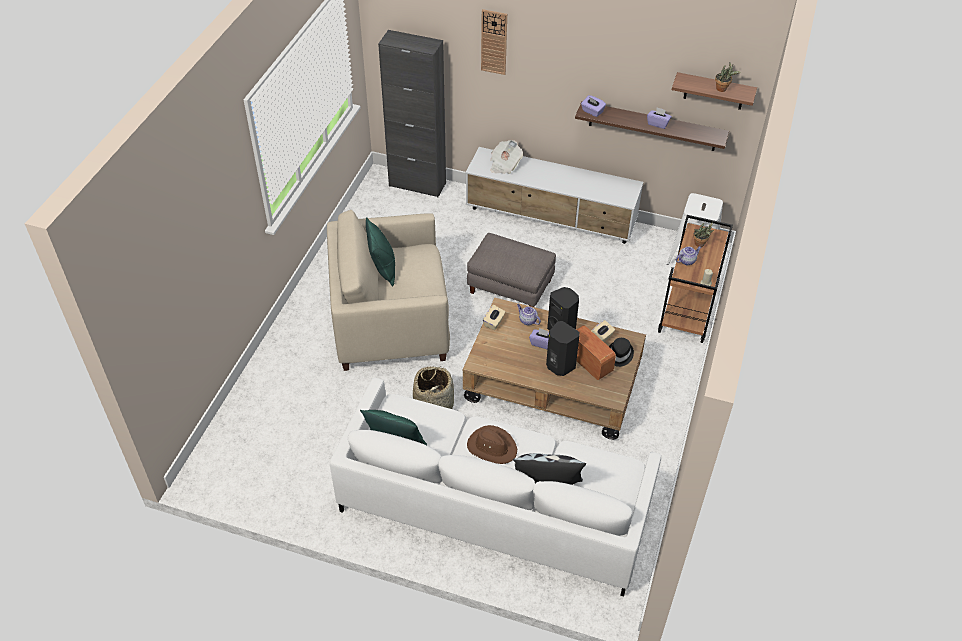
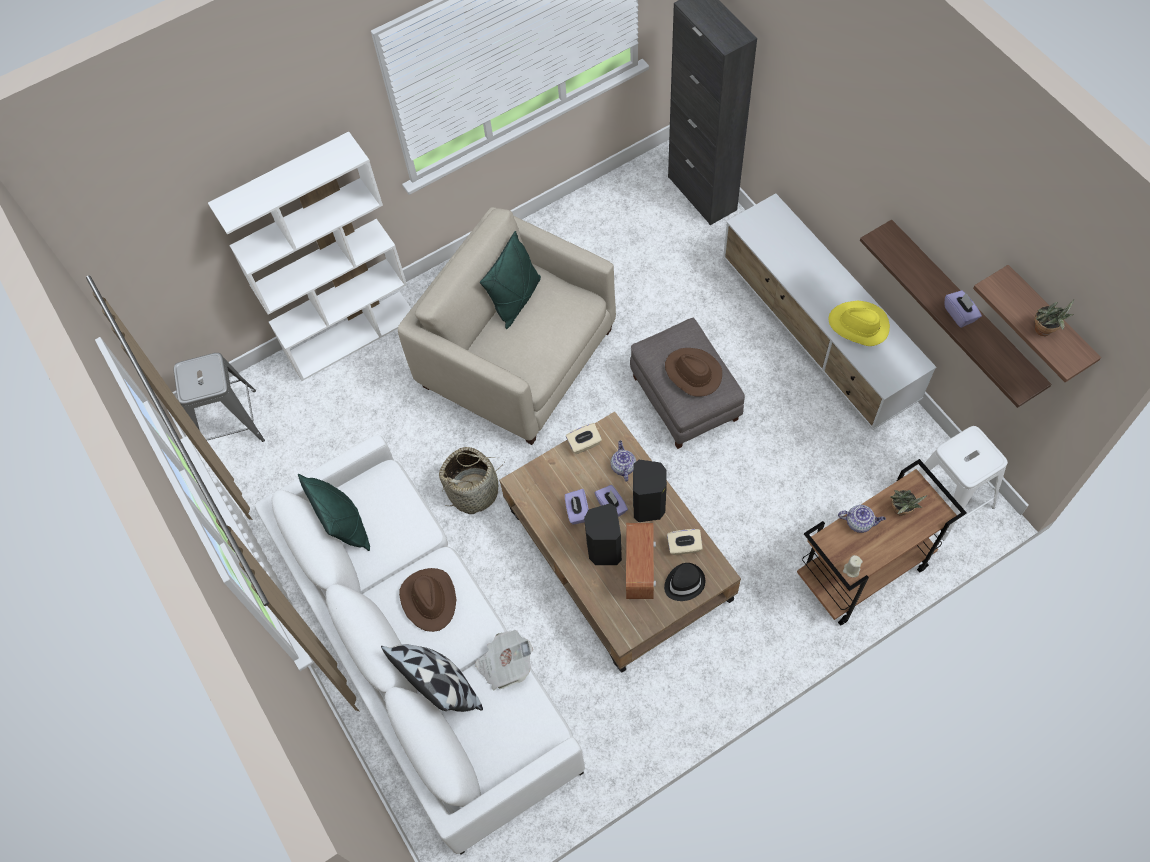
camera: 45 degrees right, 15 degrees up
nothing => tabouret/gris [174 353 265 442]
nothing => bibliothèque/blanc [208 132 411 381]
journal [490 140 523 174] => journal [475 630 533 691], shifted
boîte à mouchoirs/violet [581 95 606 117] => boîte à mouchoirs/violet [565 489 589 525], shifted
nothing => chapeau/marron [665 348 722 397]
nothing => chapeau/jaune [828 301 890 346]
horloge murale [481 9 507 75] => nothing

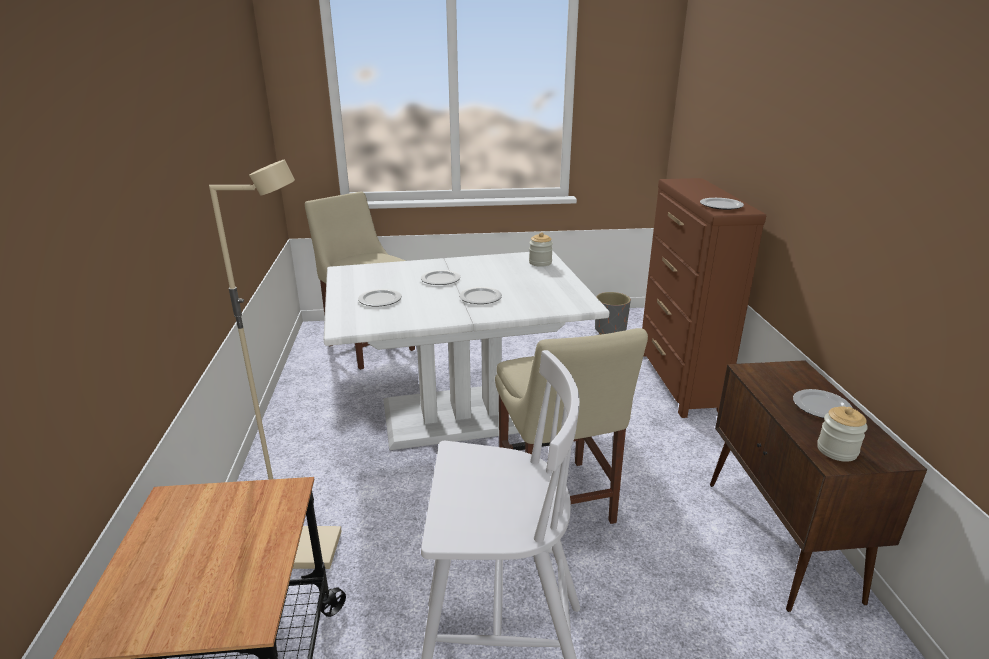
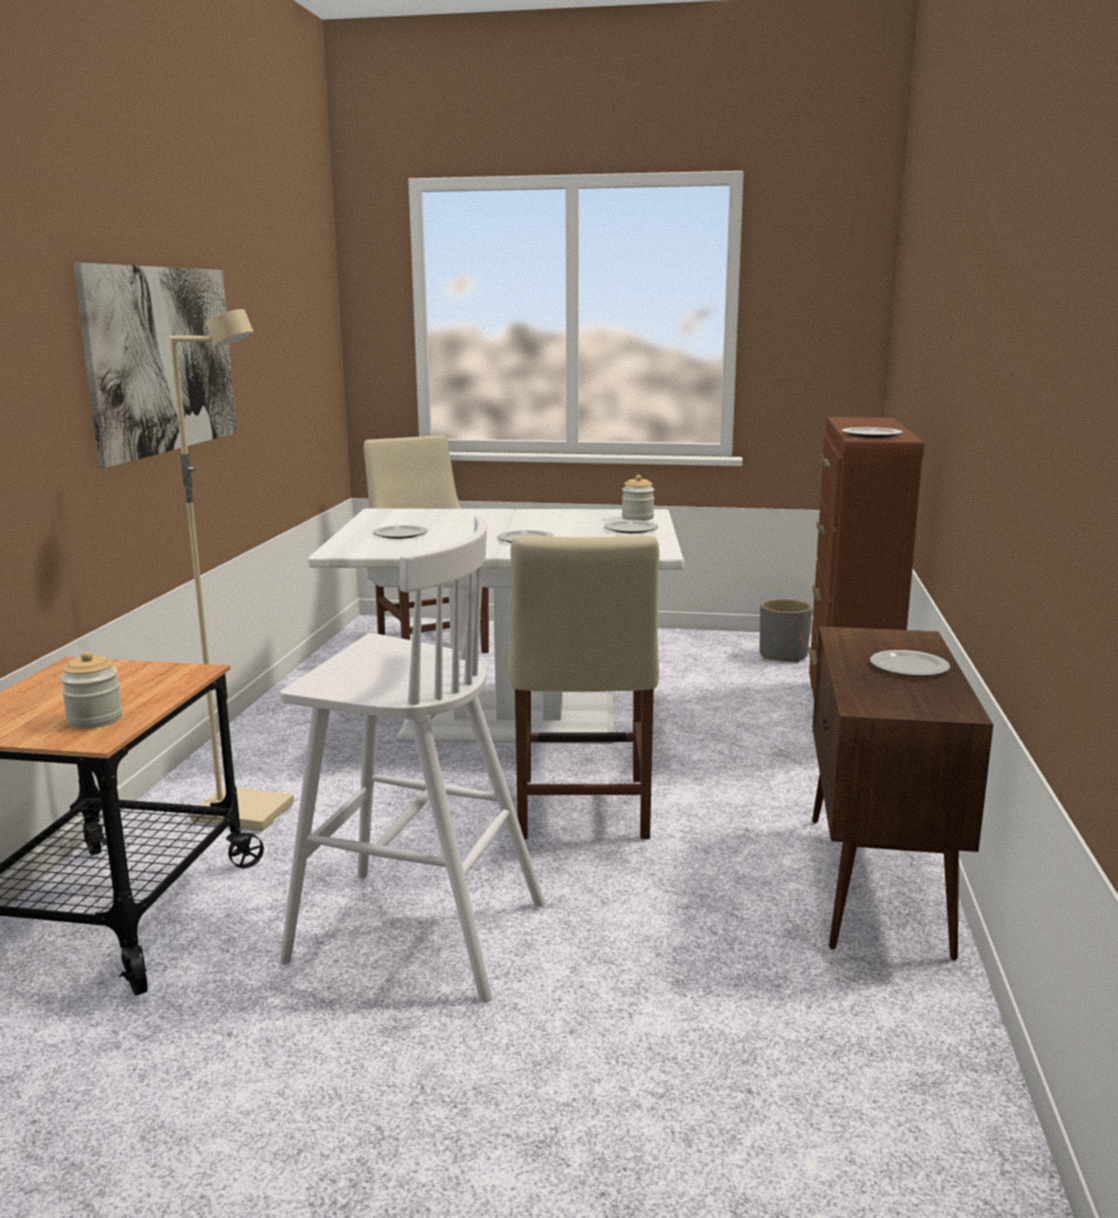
camera: 15 degrees right, 10 degrees down
bocal [817 406 868 462] => bocal [60 651 123 729], shifted
nothing => tableau [73 263 237 468]
assiette [421 270 461 285] => assiette [604 520 658 533], shifted

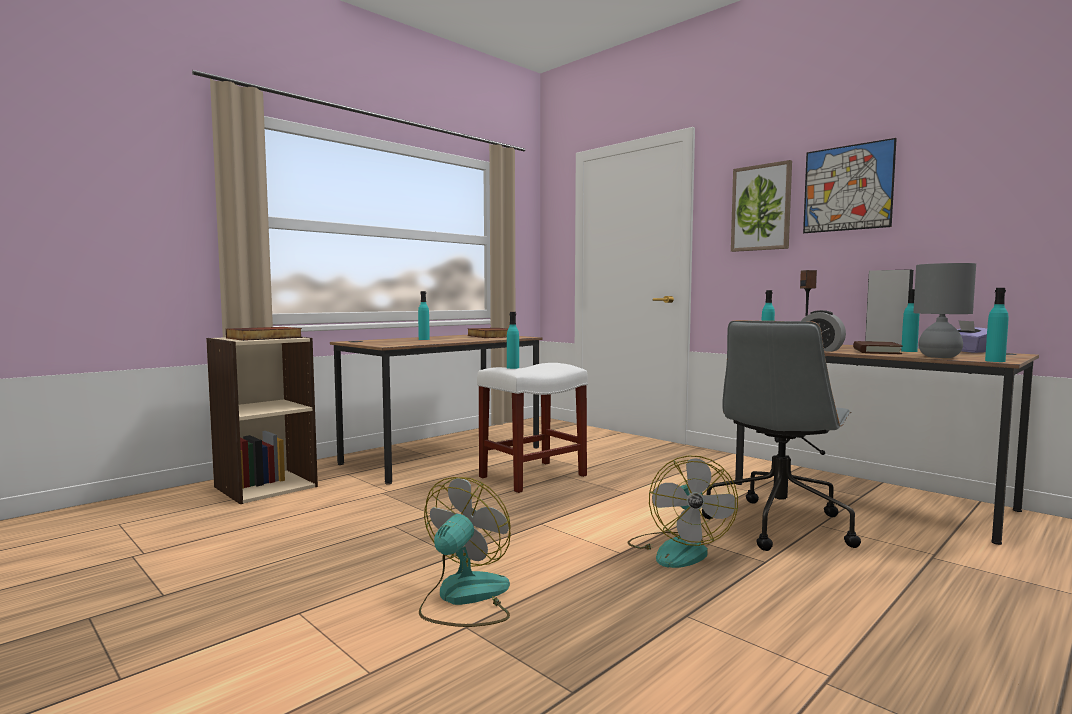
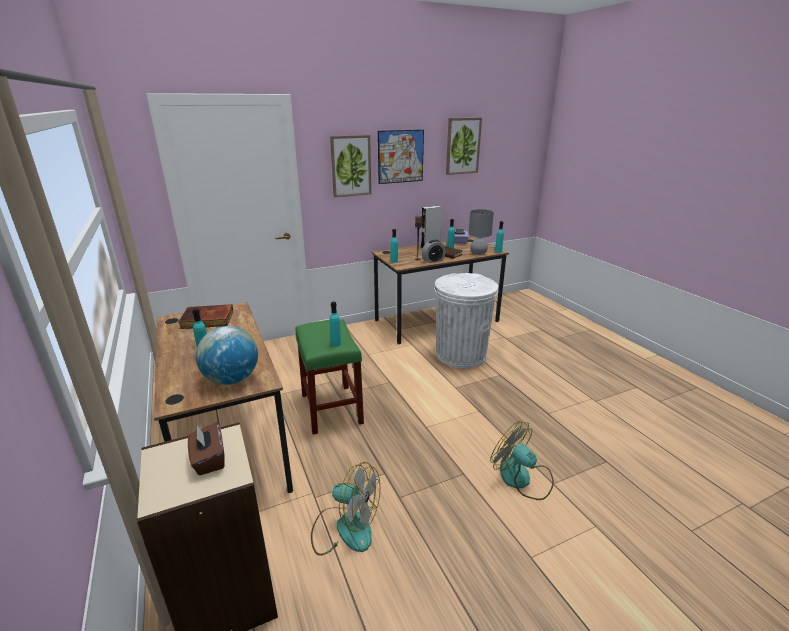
camera: 70 degrees left, 20 degrees up
livre [226 327 302 341] => boîte à mouchoirs/marron [188 422 225 475]
nothing => globe [196 326 258 385]
tabouret/blanc [477 363 588 493] => tabouret/vert [295 320 364 434]
ventilateur [628 455 738 568] => ventilateur [311 462 380 556], shifted
chaise de bureau/gris [702 320 861 551] => poubelle/blanc [434 273 498 369]
nothing => tableau [446 118 482 175]

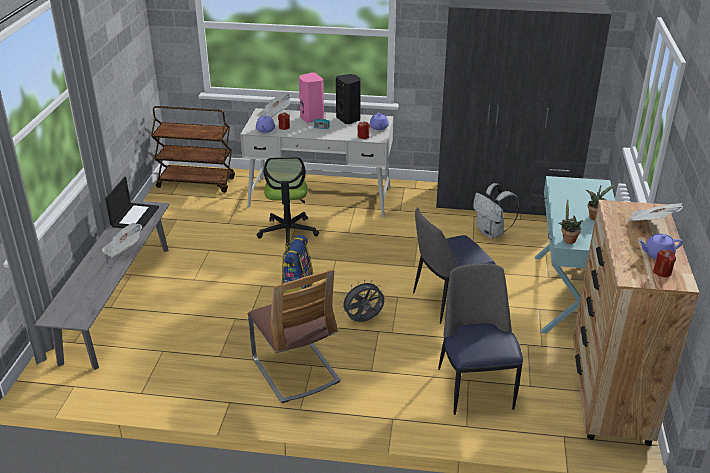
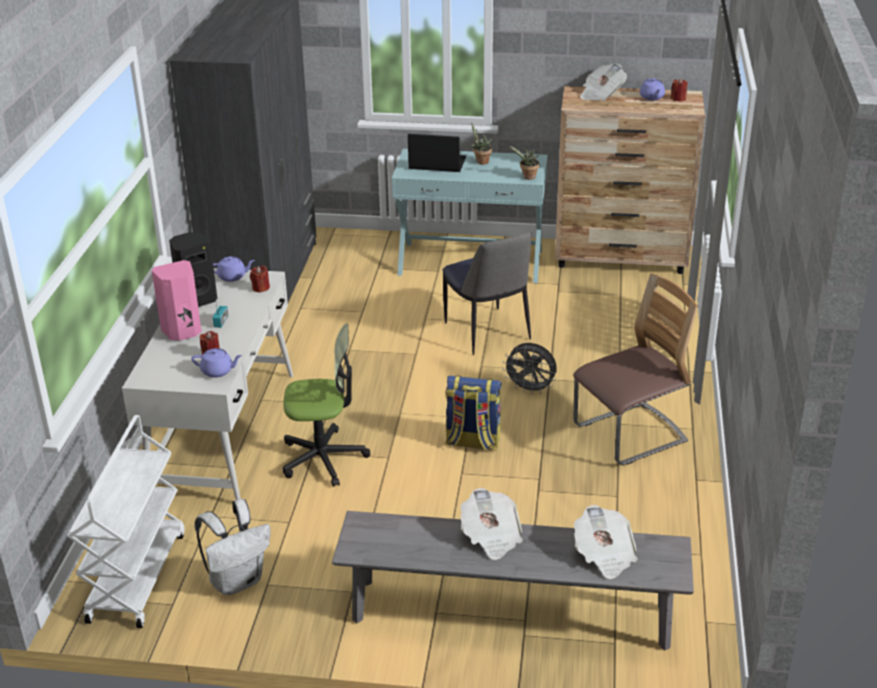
camera: 90 degrees left, 0 degrees up
chariot/marron [151 106 235 193] => chariot/blanc [67 415 184 628]
sac à dos/blanc [473 183 519 239] => sac à dos/blanc [195 499 271 595], shifted
ordinateur portable [105 177 159 230] => ordinateur portable [408 134 466 172], shifted
ventilateur/gris [340 280 384 322] => ventilateur/gris [502 343 557 395], 45 degrees counterclockwise
journal [257 93 292 118] => journal [574 505 638 579], shifted
chaise [438 263 523 415] => nothing

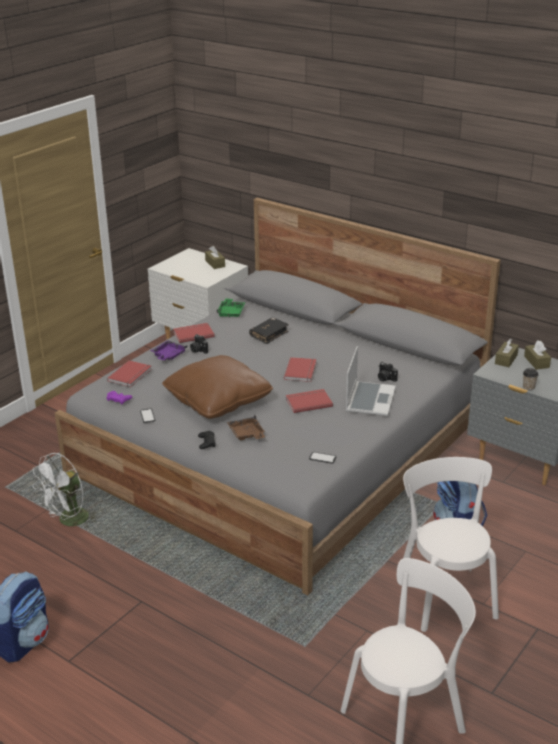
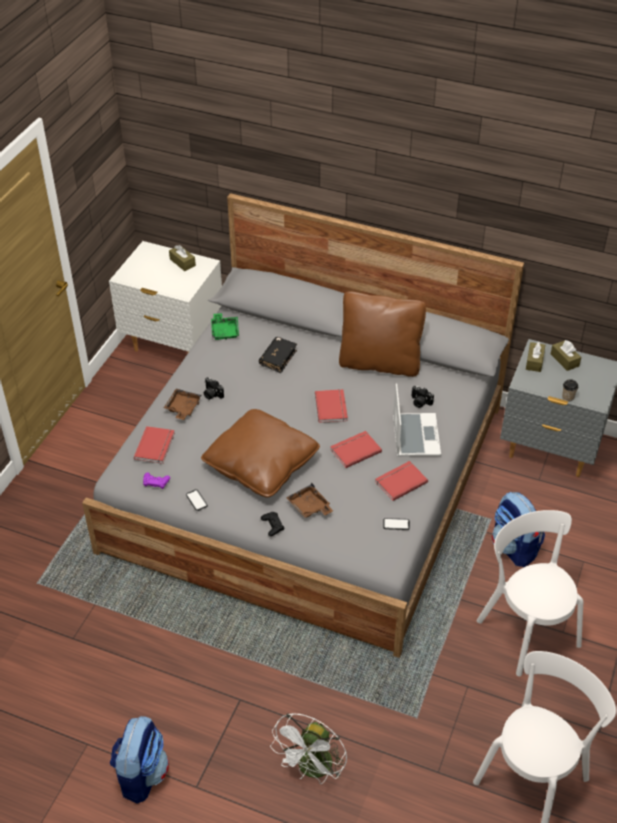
camera: 15 degrees left, 15 degrees up
plateau/violet [150 340 187 360] => plateau/marron [164 389 202 420]
ventilateur/blanc [32 453 98 528] => ventilateur/blanc [270 713 347 784], shifted
nothing => coussin/marron [339 291 426 377]
livre/rouge [173 323 215 343] => livre/rouge [375 461 428 501], shifted

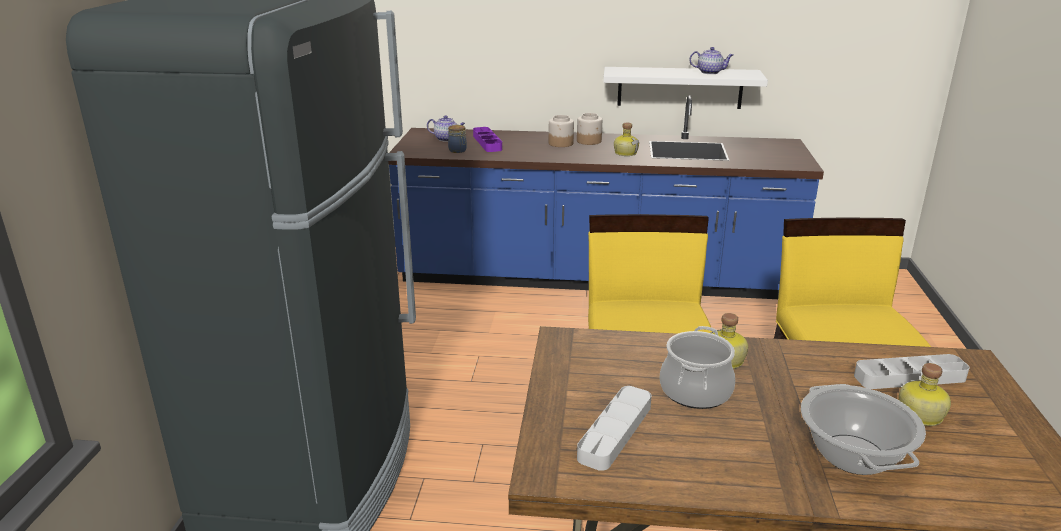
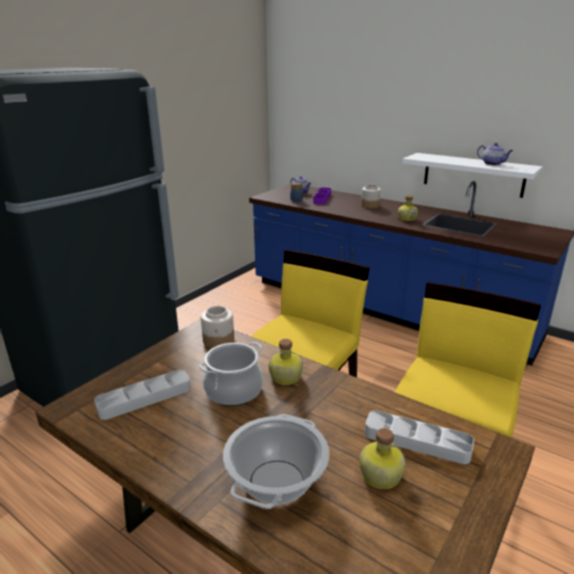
camera: 30 degrees right, 0 degrees up
bocal [577 113 602 145] => bocal [201 306 234 348], shifted

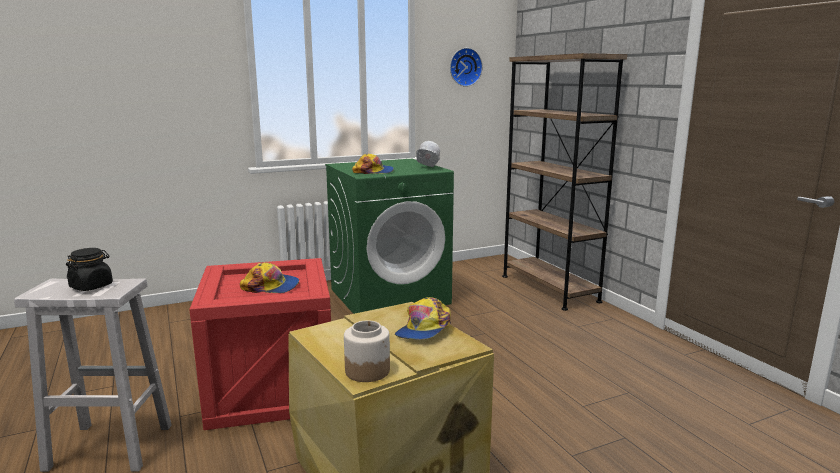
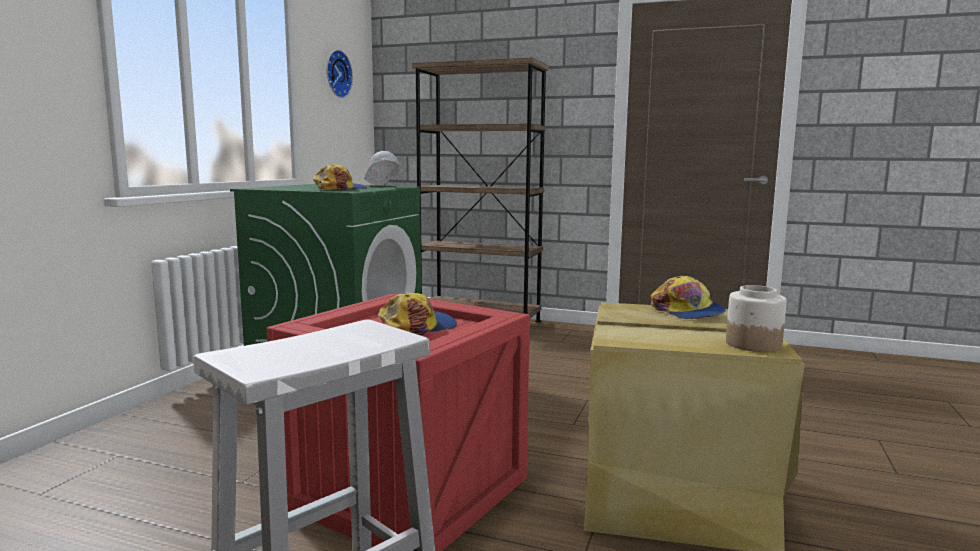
camera: 45 degrees left, 5 degrees down
bocal/noir [66 248 113 291] => nothing

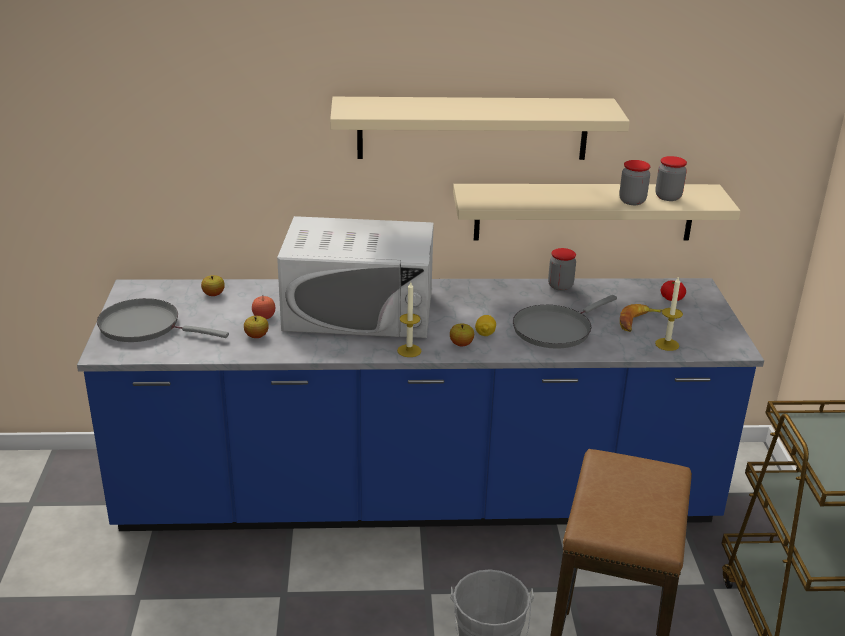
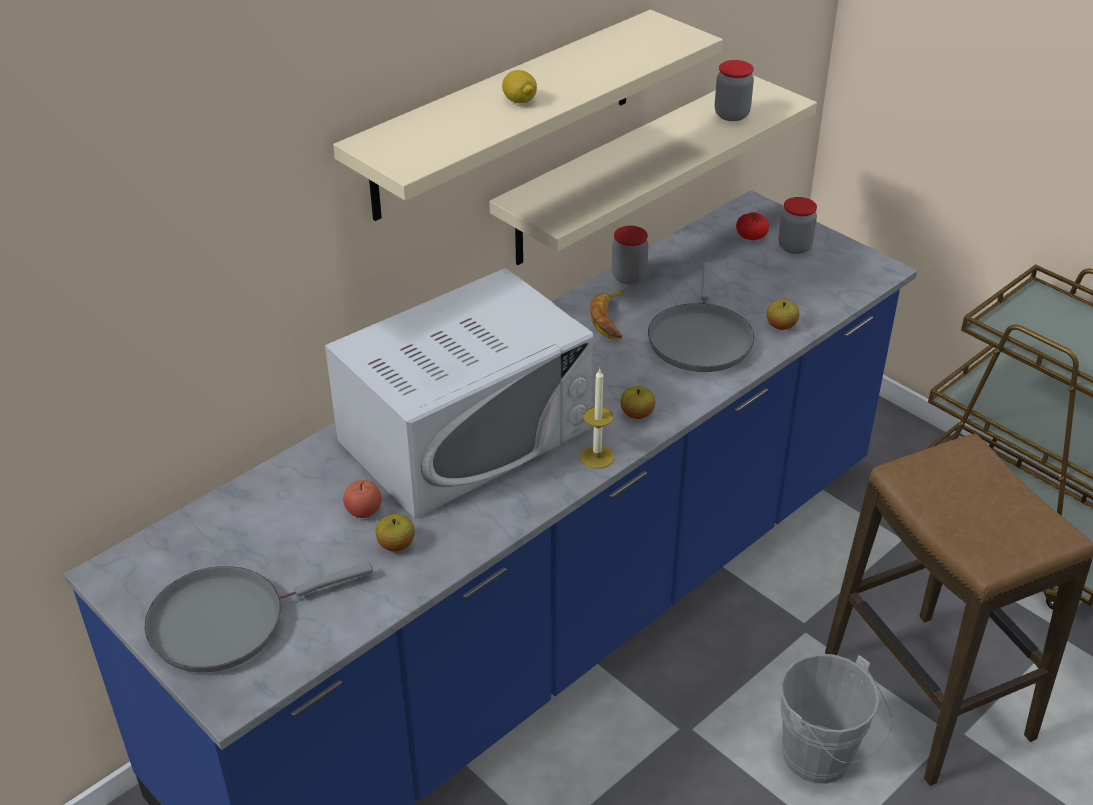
camera: 40 degrees left, 10 degrees up
citron [475 315 496 336] => citron [502 70 537 103], shifted
banane [620 304 663 332] => banane [590 289 626 339], shifted
pomme [201 275 225 296] => pomme [767 300 799 330], shifted
bocal [619 160 650 205] => bocal [779 197 817 254], shifted
bougie [655 276 683 351] => nothing

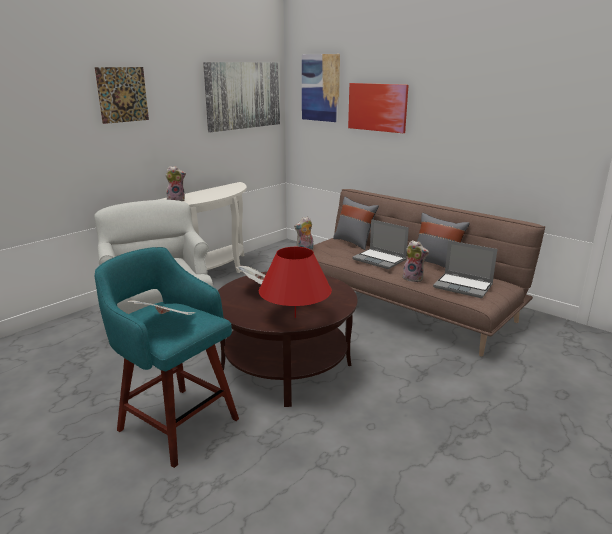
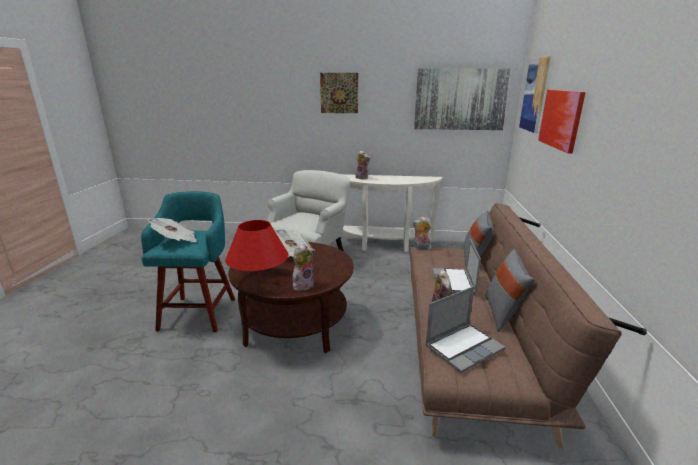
camera: 55 degrees right, 0 degrees up
nothing => peluche [292 244 315 291]
ordinateur portable [433 240 498 298] => ordinateur portable [425 286 505 373], 120 degrees counterclockwise

